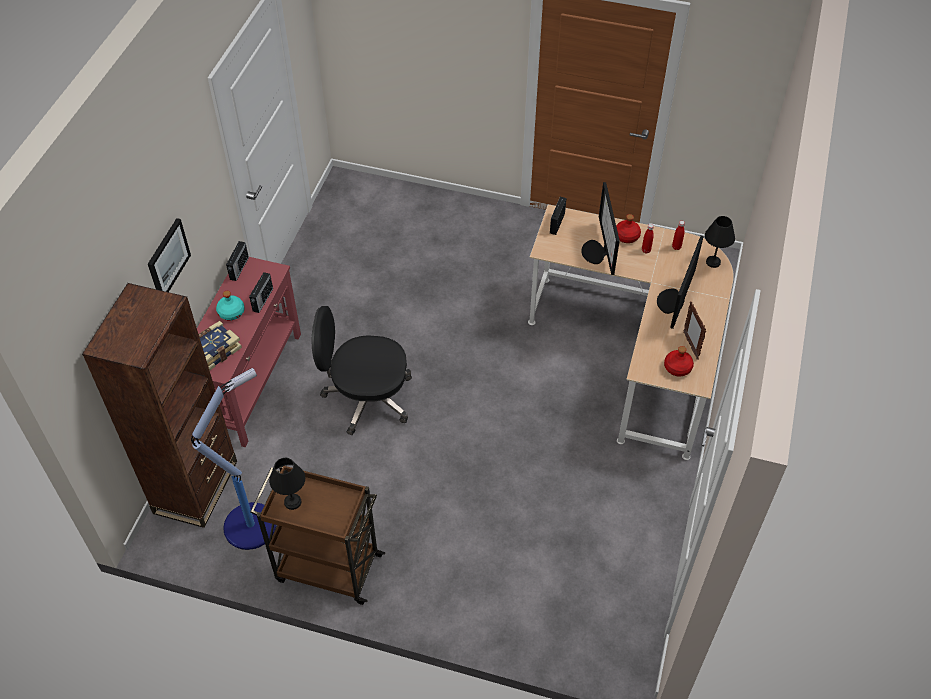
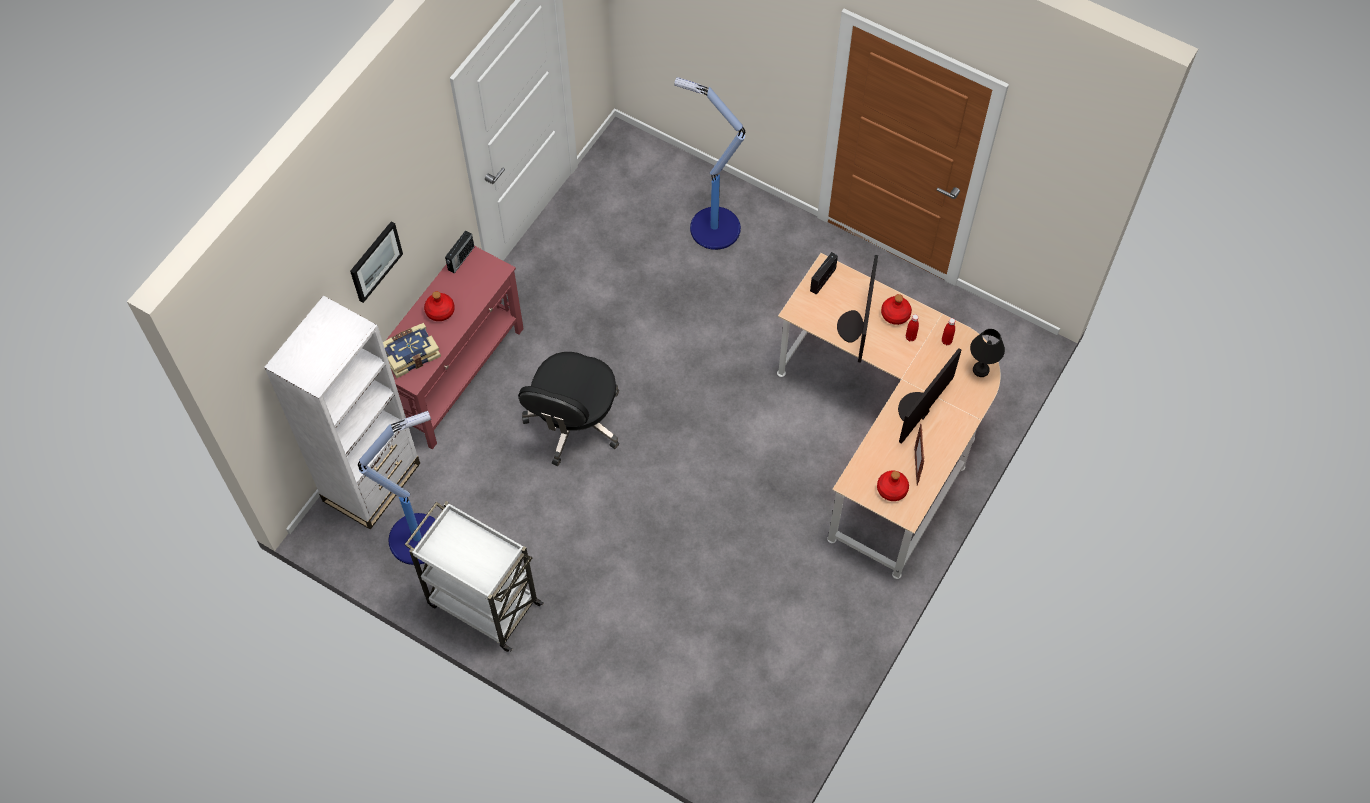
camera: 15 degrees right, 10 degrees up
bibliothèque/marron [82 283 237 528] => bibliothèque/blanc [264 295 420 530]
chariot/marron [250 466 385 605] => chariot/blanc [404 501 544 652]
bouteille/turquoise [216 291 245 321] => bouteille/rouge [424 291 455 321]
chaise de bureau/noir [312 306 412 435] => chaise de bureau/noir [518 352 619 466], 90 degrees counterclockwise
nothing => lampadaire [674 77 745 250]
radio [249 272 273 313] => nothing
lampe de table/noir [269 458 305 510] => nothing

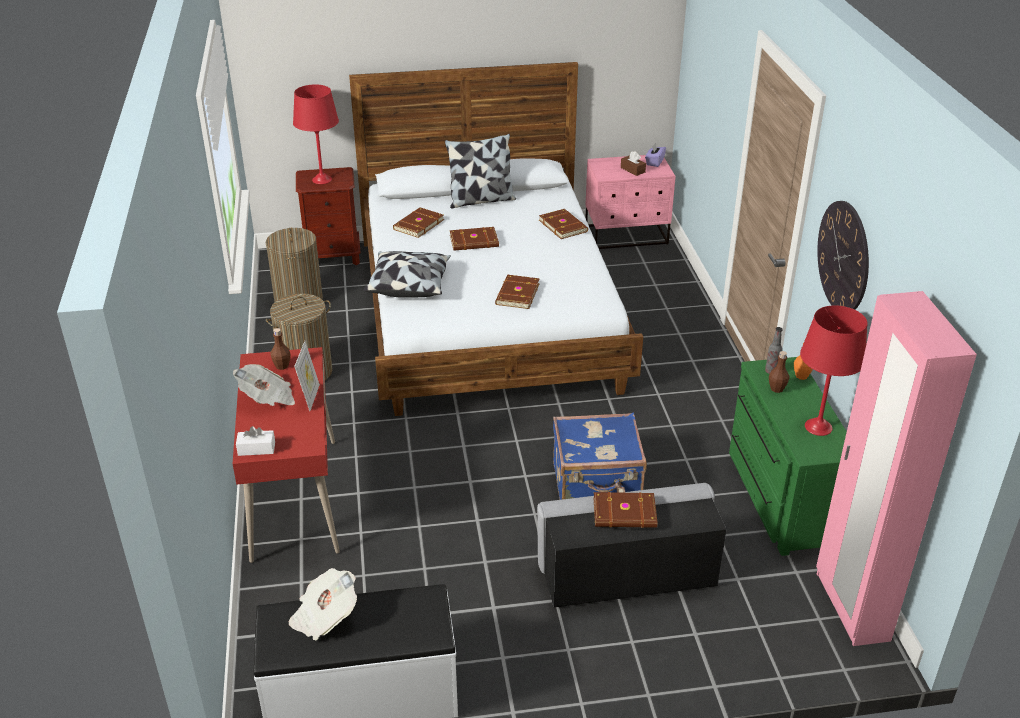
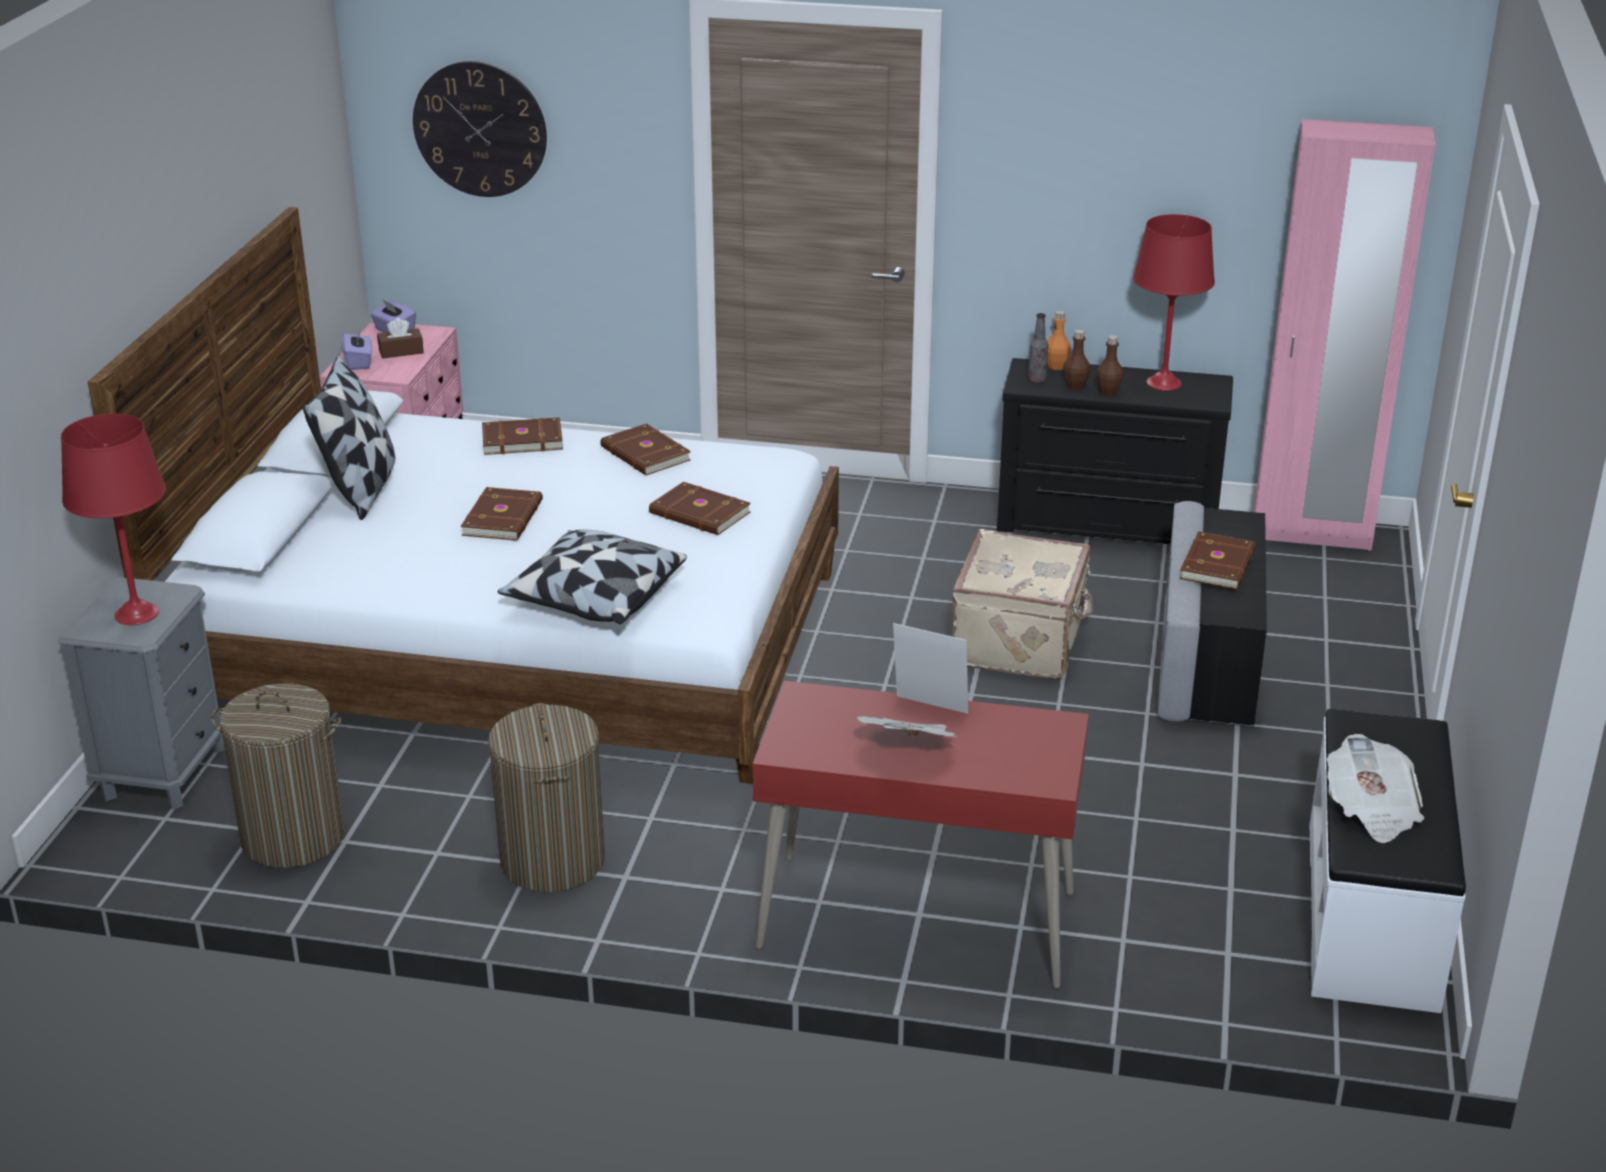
camera: 70 degrees left, 5 degrees down
table de chevet/marron [296 167 361 265] => table de chevet/gris [58 577 225 810]
nothing => boîte à mouchoirs/violet [342 331 372 370]
horloge murale [817 201 869 310] => horloge murale [413 61 547 197], shifted
livre/marron [393 207 444 238] => livre/marron [600 424 691 475], shifted
valise/bleu [553 413 647 500] => valise/beige [952 529 1093 679]
commode/vert [729 357 847 556] => commode/noir [997 358 1233 544]
bouteille/marron [270 328 291 370] => bouteille/marron [1096 335 1124 396], shifted
boîte à mouchoirs/blanc [236 426 275 456] => nothing

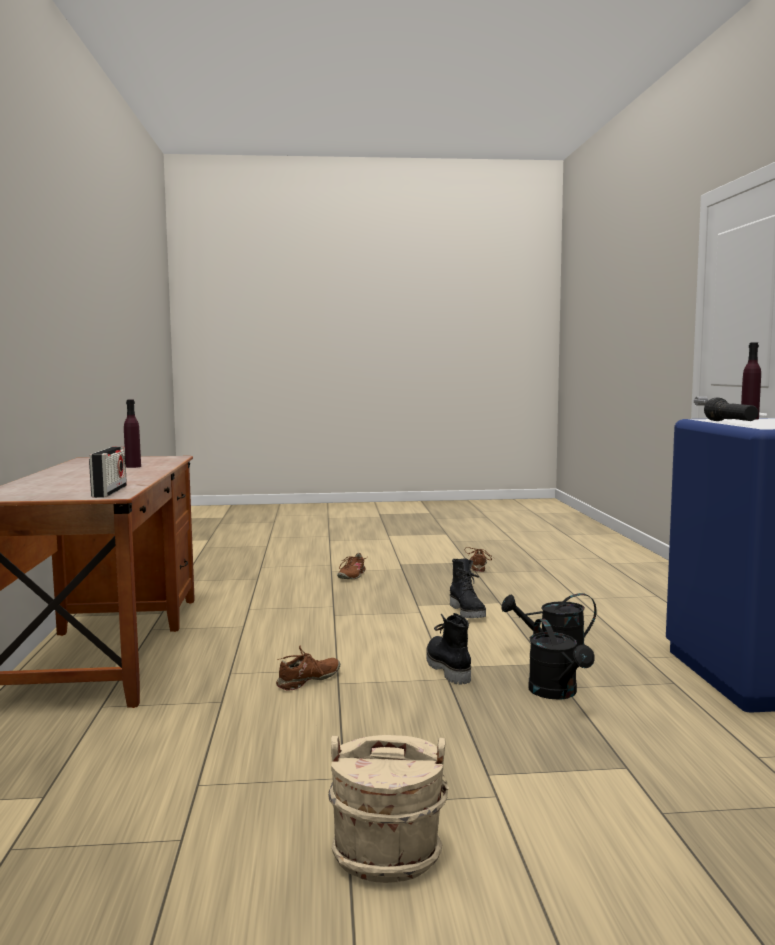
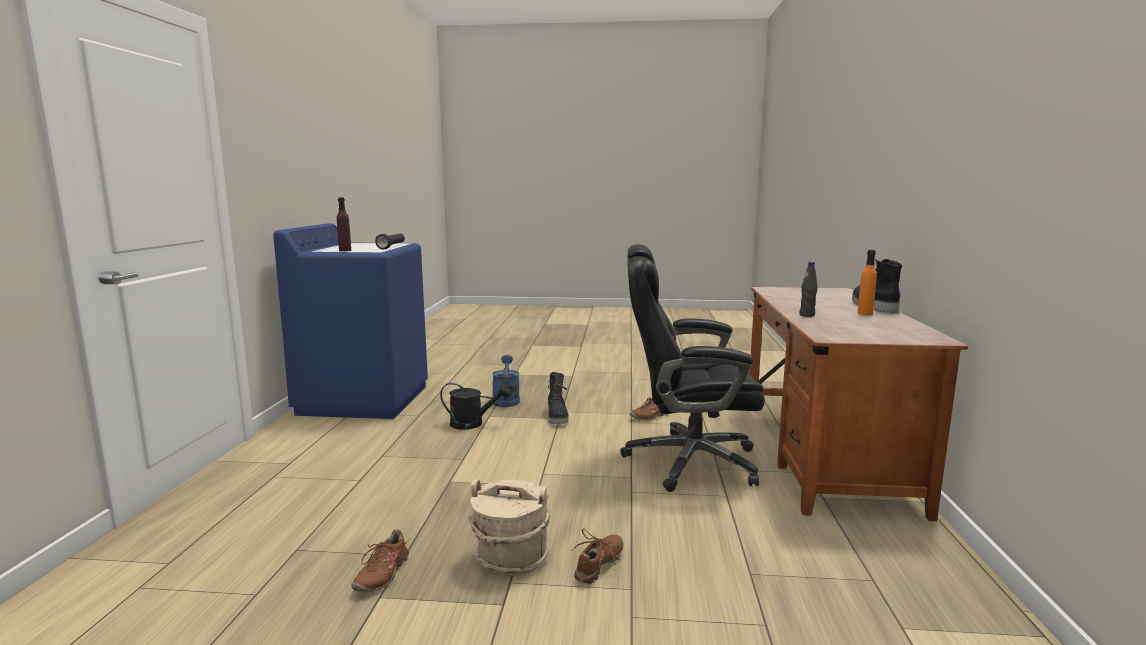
camera: 170 degrees left, 5 degrees up
seau/beige [328 735 449 883] => seau/beige [469 479 550 576], shifted
arrosoir/noir [528 619 595 700] => arrosoir/bleu [492 355 520 407]
nothing => chaise de bureau/noir [621 244 765 492]
nothing => bouteille/noir [799 262 817 317]
botte/noir [450 558 486 618] => botte/noir [852 259 902 314], shifted
nothing => bouteille/orange [858 250 877 315]
radio [89 447 127 498] => nothing
bouteille/violet [124 400 141 468] => nothing

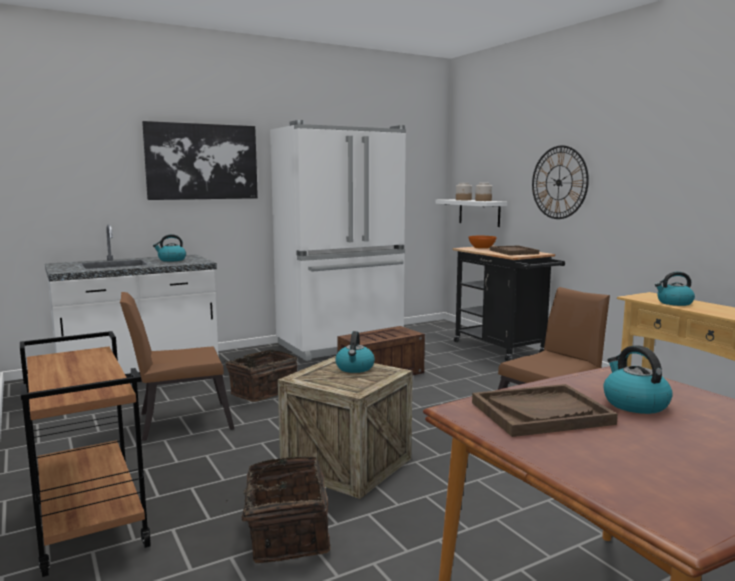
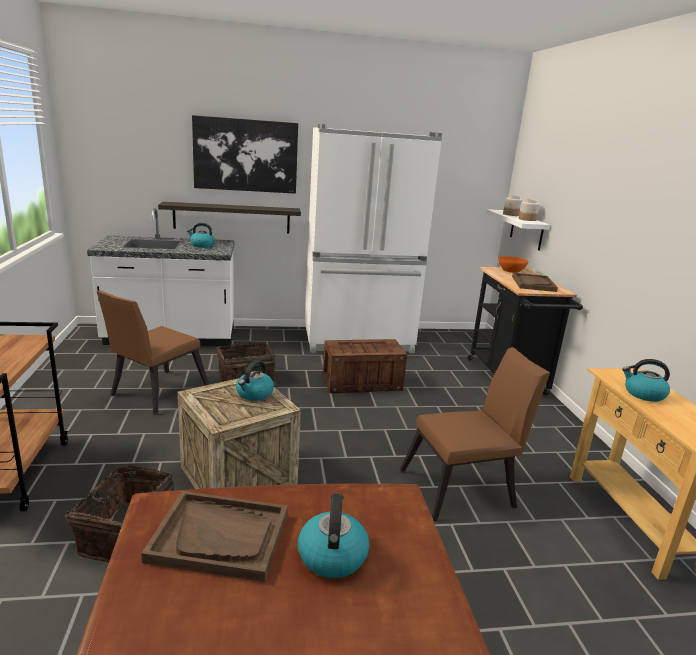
camera: 20 degrees right, 10 degrees up
chaise/marron [120 292 234 441] => chaise/marron [97 291 209 414], 60 degrees counterclockwise
nothing => étagère [158 202 301 233]
horloge murale [532 146 589 219] => nothing

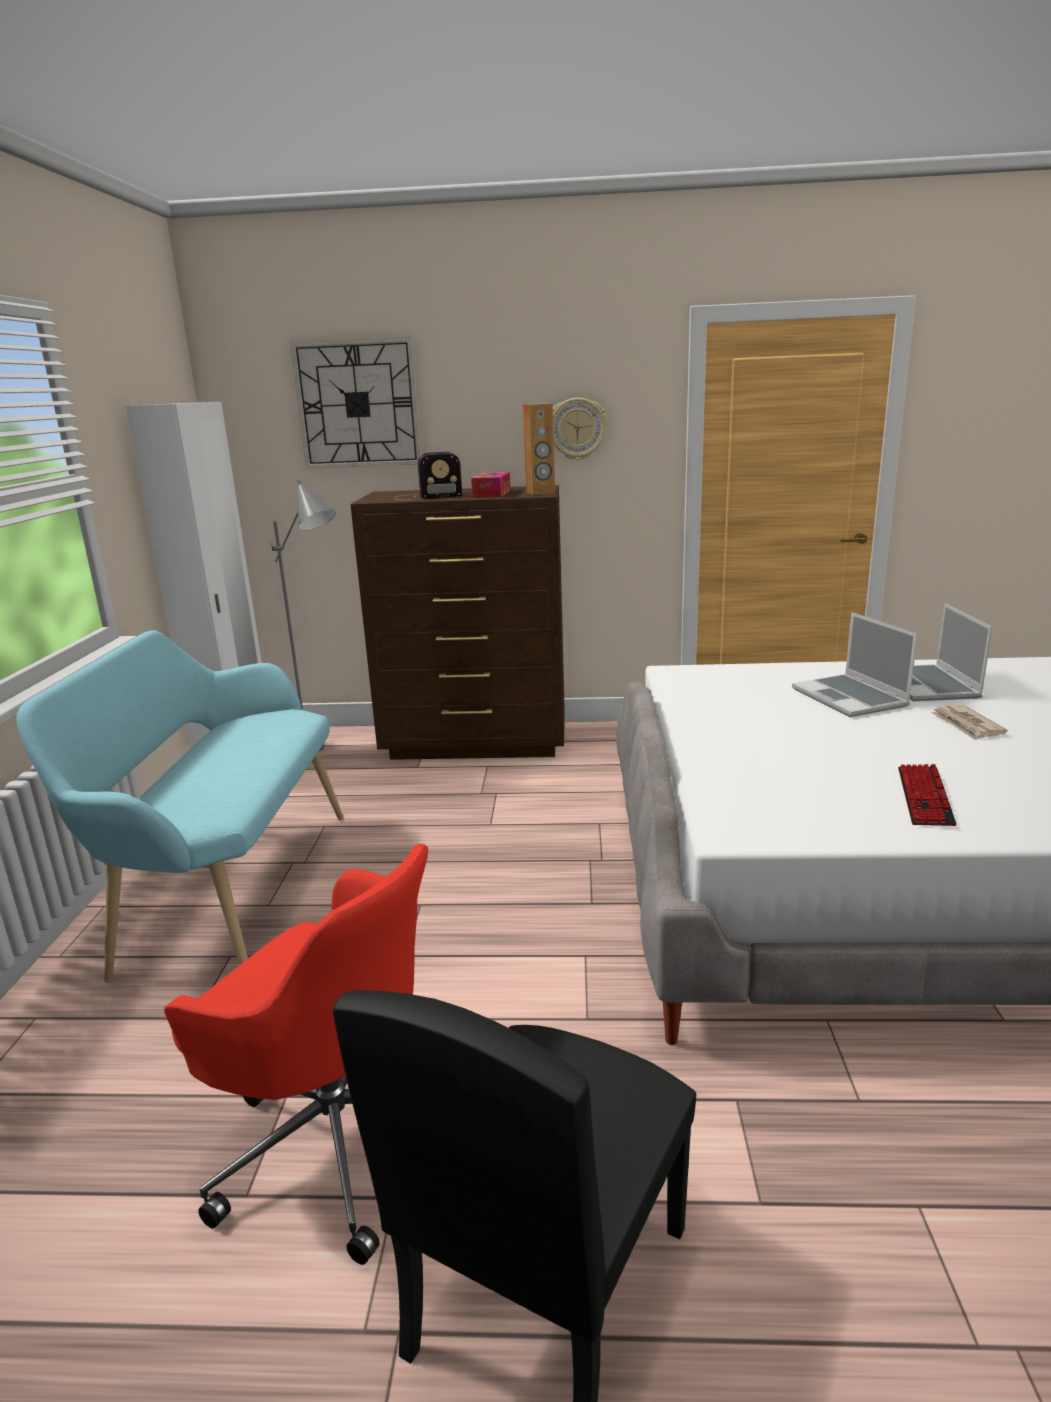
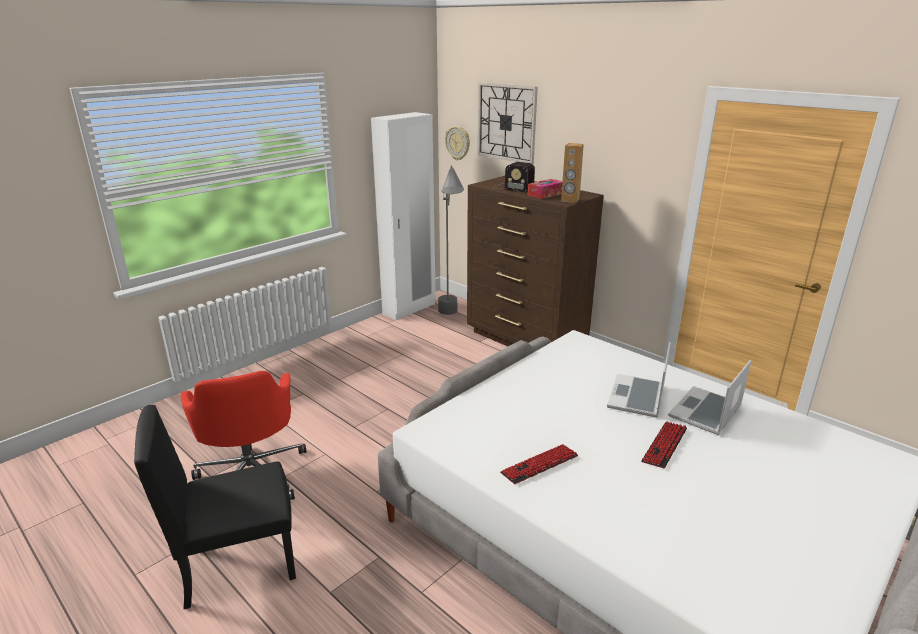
camera: 40 degrees right, 5 degrees up
horloge murale [553 398 607 460] => horloge murale [445 126 470 160], shifted
journal [931 705 1008 741] => clavier [641 422 687 468]
banc/turquoise [16 630 344 983] => nothing

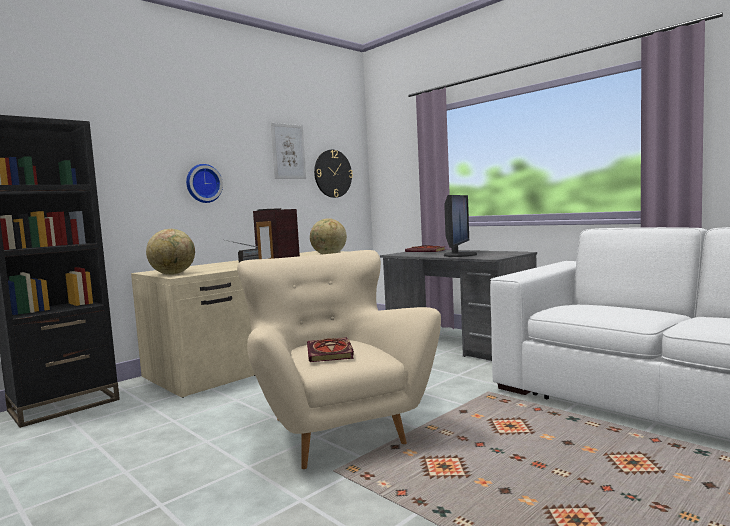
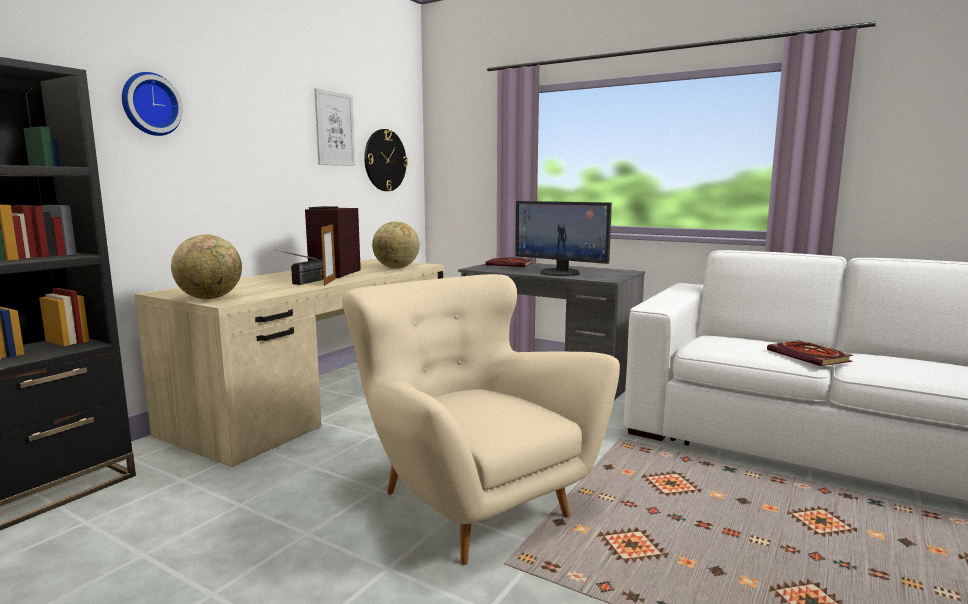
camera: 15 degrees left, 5 degrees up
horloge murale [186 164 223 203] => horloge murale [122 72 183 136], shifted
écran d'ordinateur [444 195 477 257] => écran d'ordinateur [515 201 612 276], 120 degrees clockwise
livre [307 337 354 362] => livre [767 340 853 366], shifted

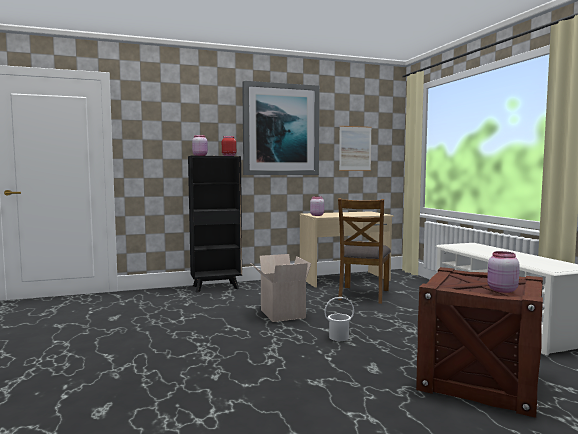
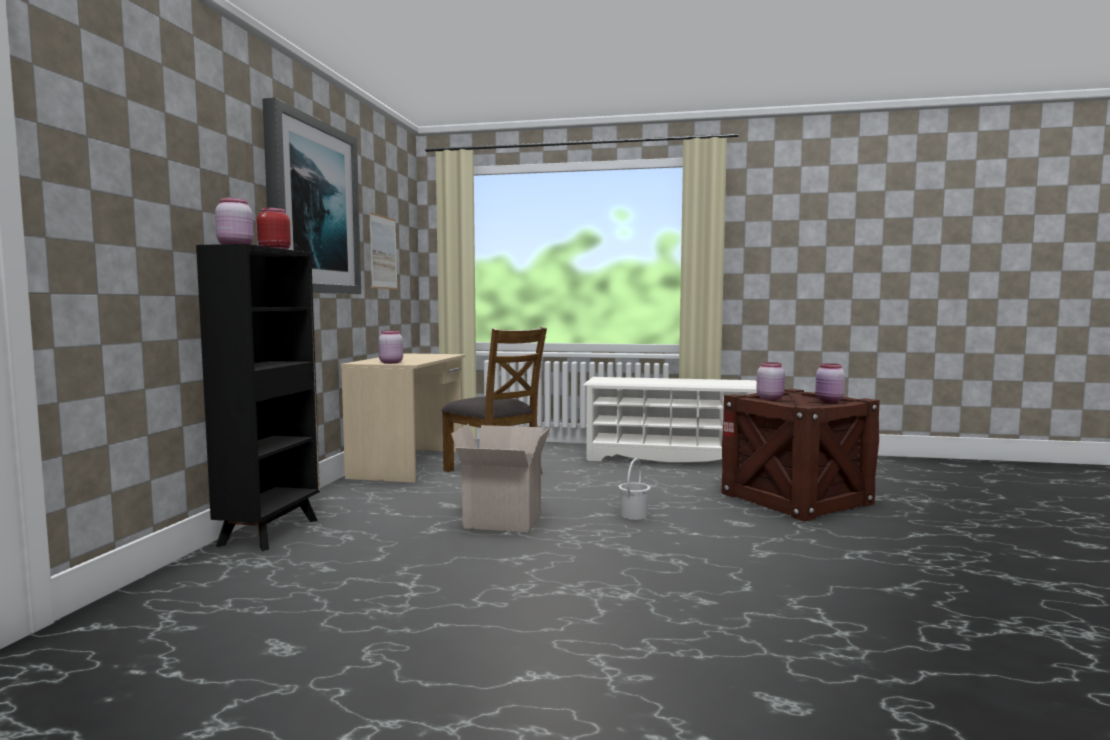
camera: 60 degrees left, 0 degrees up
nothing => bocal/rose [756 362 785 400]

